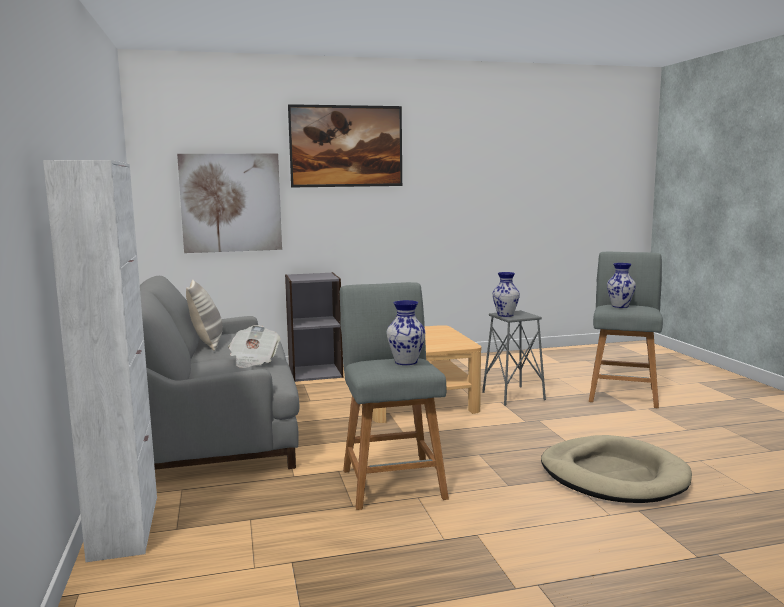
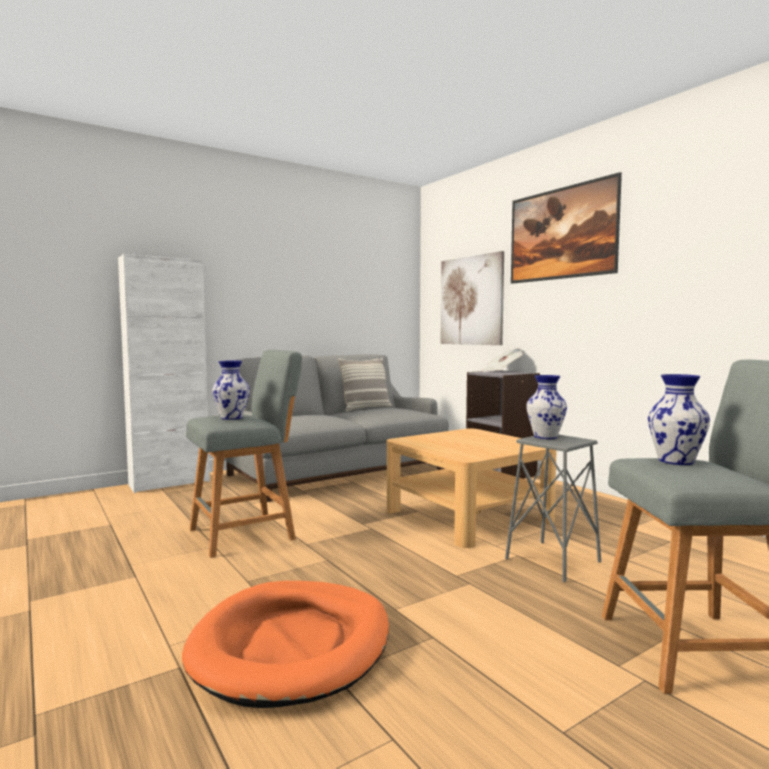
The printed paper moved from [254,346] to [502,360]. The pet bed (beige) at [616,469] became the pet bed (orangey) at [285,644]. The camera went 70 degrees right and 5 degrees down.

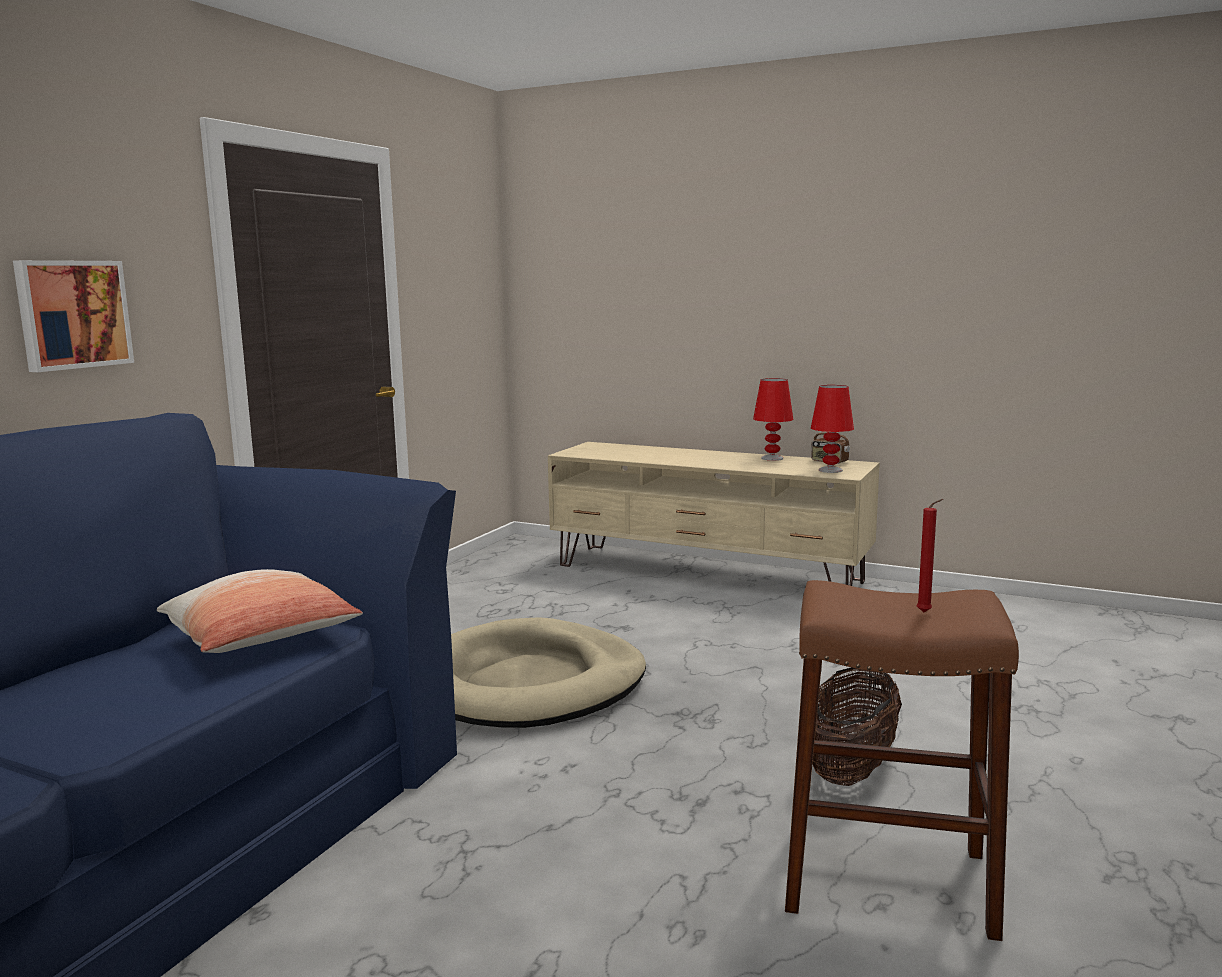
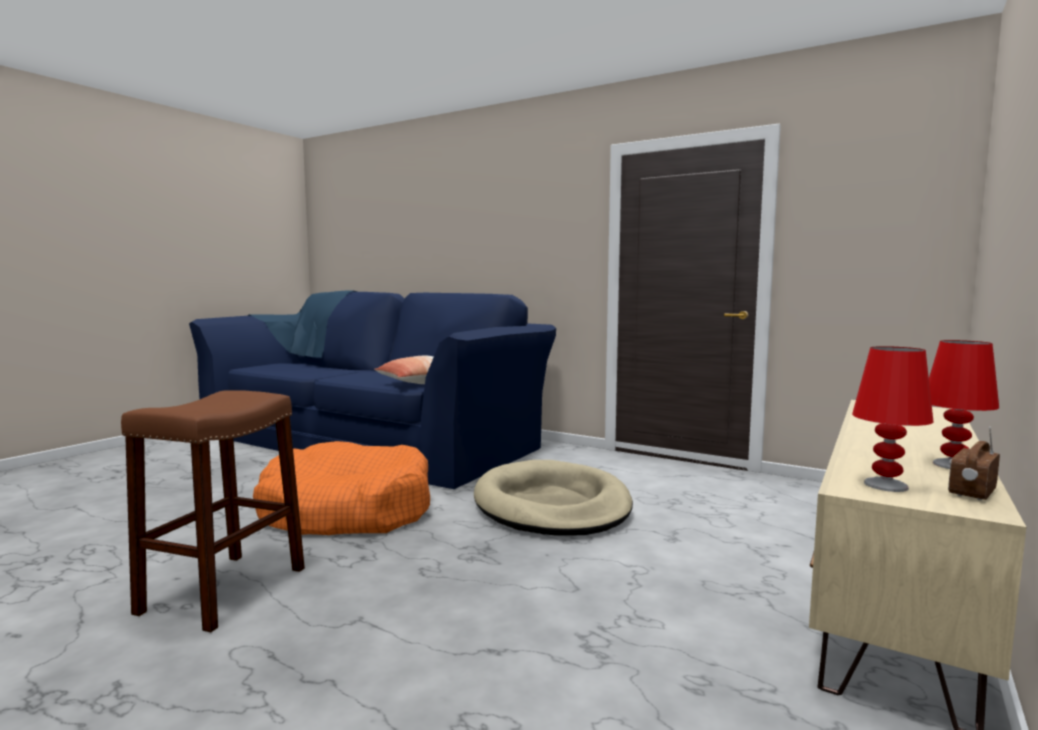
The wall art at [73,316] disappeared. The basket at [857,726] disappeared. The wax candle (reddish) at [929,555] disappeared. The pet bed (orangey) at [341,488] appeared. The camera went 95 degrees right and 5 degrees down.

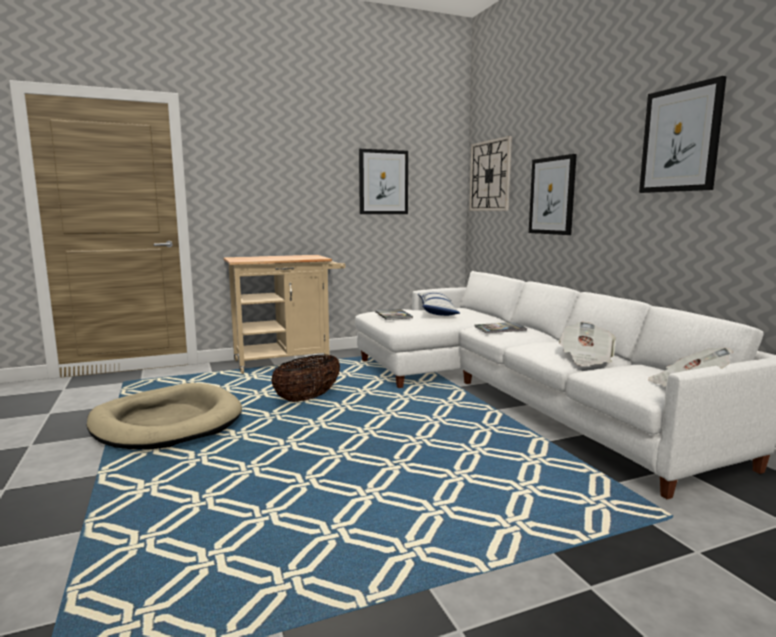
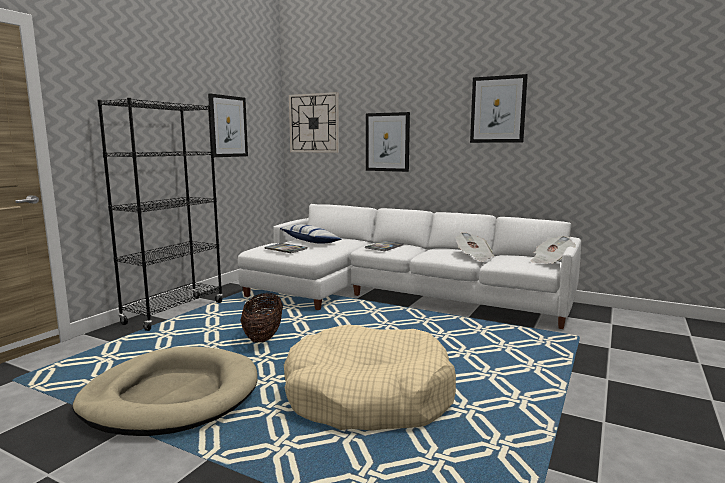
The pet bed (beige) at [370,378] appeared. The wheeled cart (beige) at [285,314] was replaced by the bookshelf (blackish) at [160,214]. The camera went 40 degrees left and 0 degrees up.

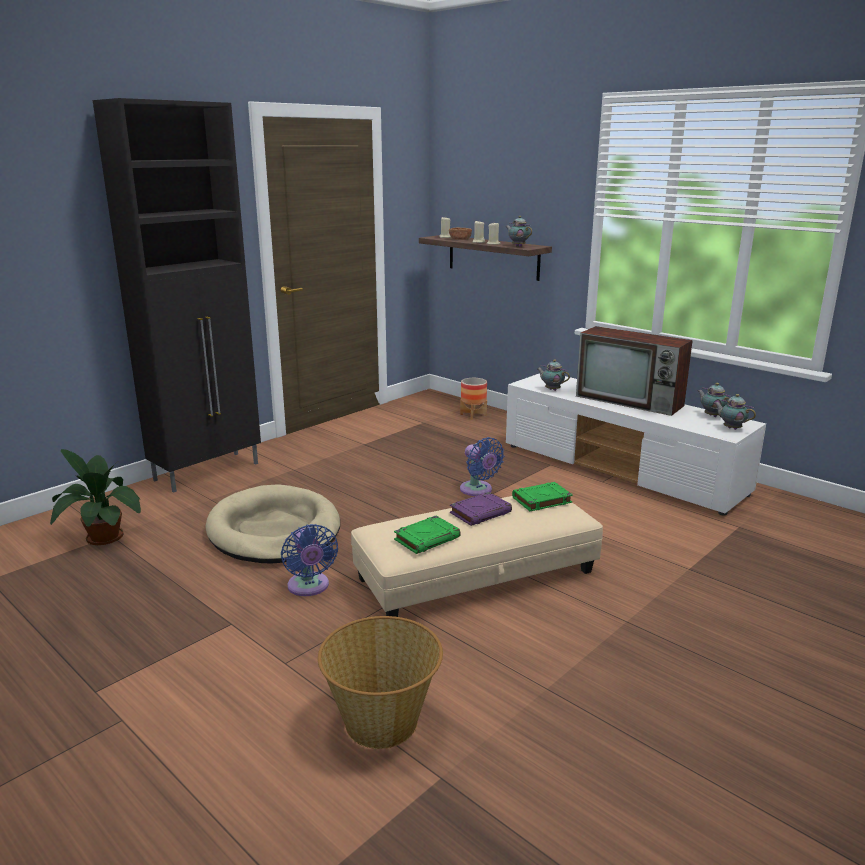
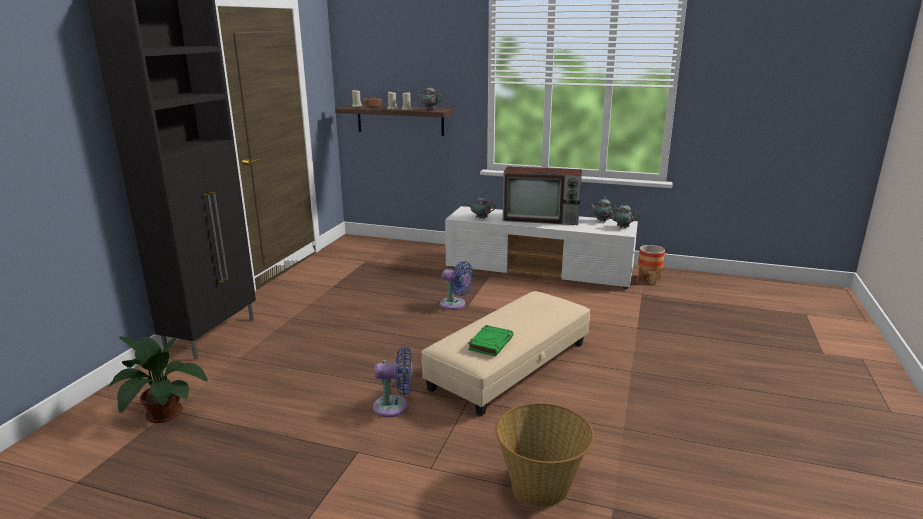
The pet bed (beige) at [272,524] disappeared. The volume (purple) at [481,509] disappeared. The volume (green-coloured) at [542,496] disappeared. The plant pot moved from [473,399] to [651,265]. The fan (blue-coloured) at [309,560] turned 45 degrees counterclockwise. The camera went 25 degrees left and 0 degrees up.

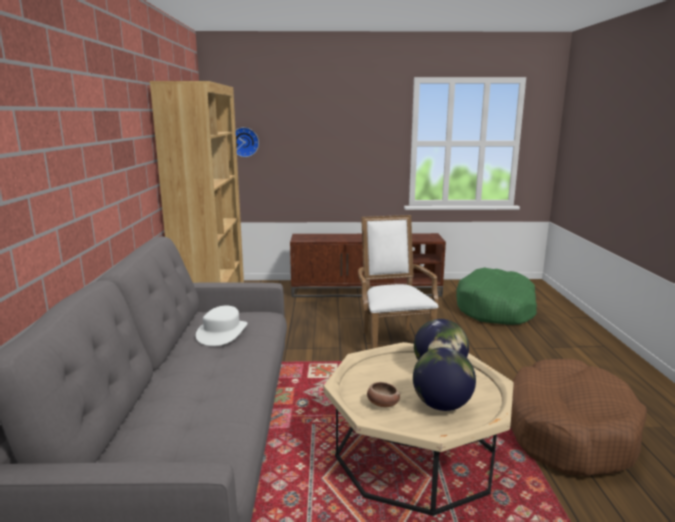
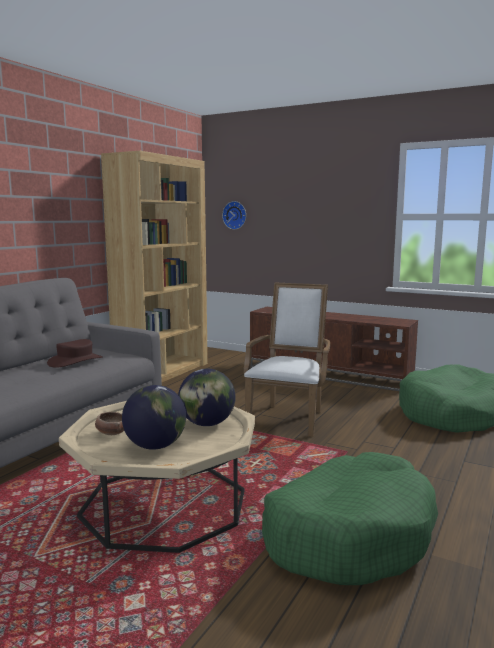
The clothing hat (whitish) at [221,326] became the clothing hat (brown-coloured) at [75,353]. The pet bed (brown-coloured) at [578,417] became the pet bed (green-coloured) at [350,518]. The camera went 30 degrees right and 5 degrees down.

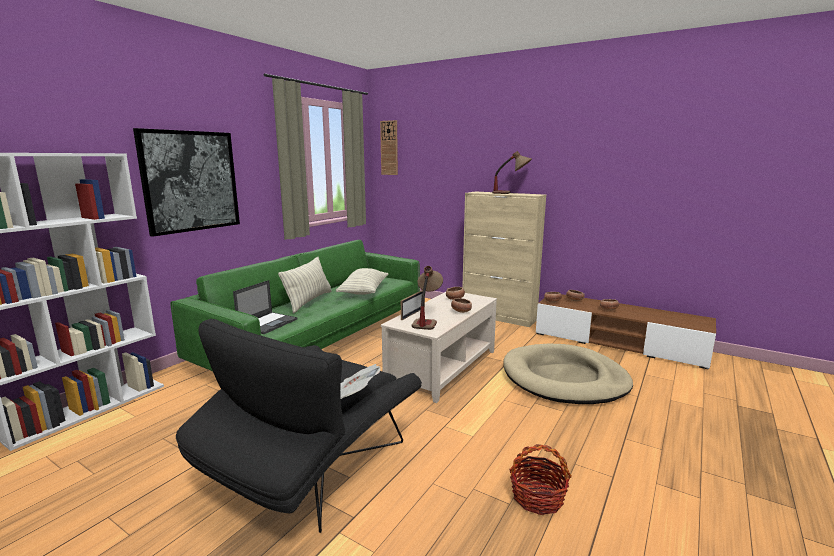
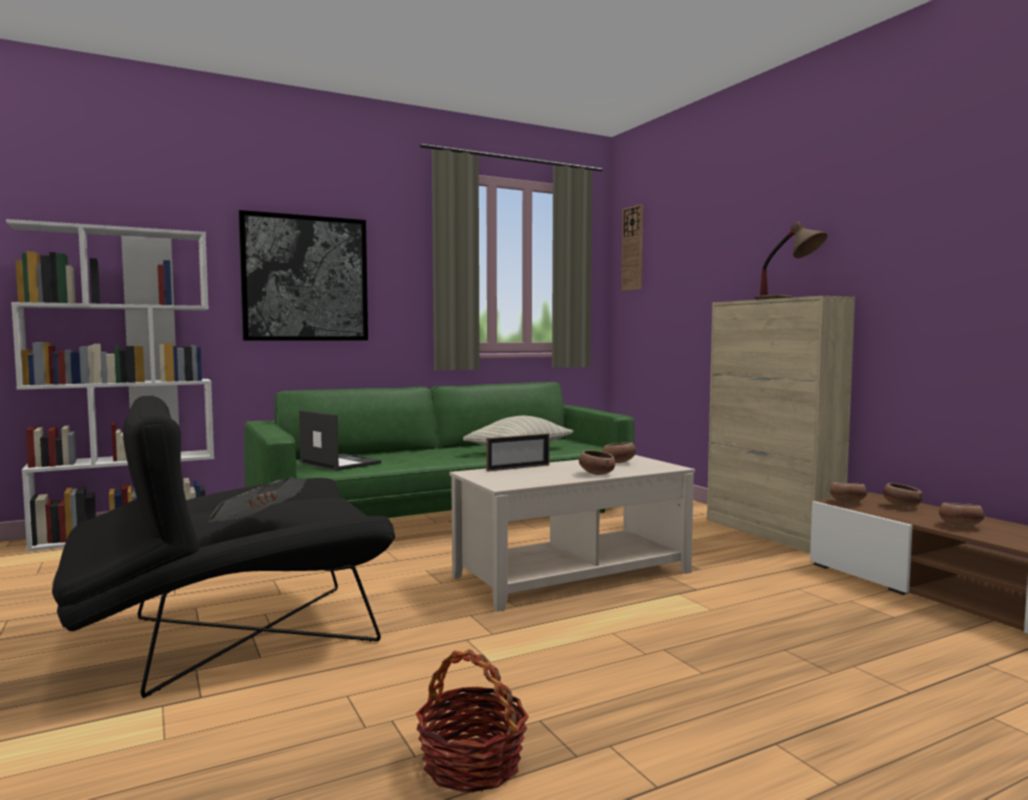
The cushion at [305,285] disappeared. The lamp for a table at [427,298] disappeared. The pet bed (beige) at [568,374] disappeared. The portable computer at [265,307] turned 105 degrees counterclockwise. The camera went 30 degrees right and 10 degrees down.

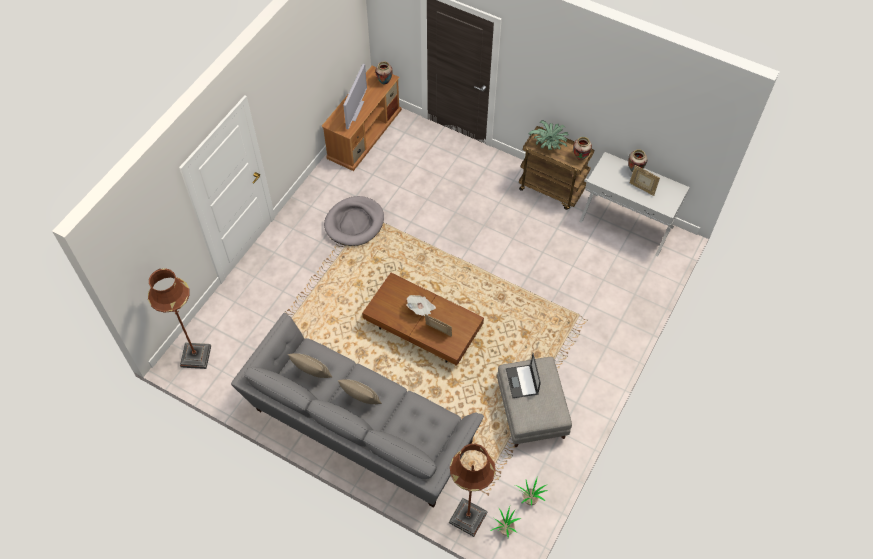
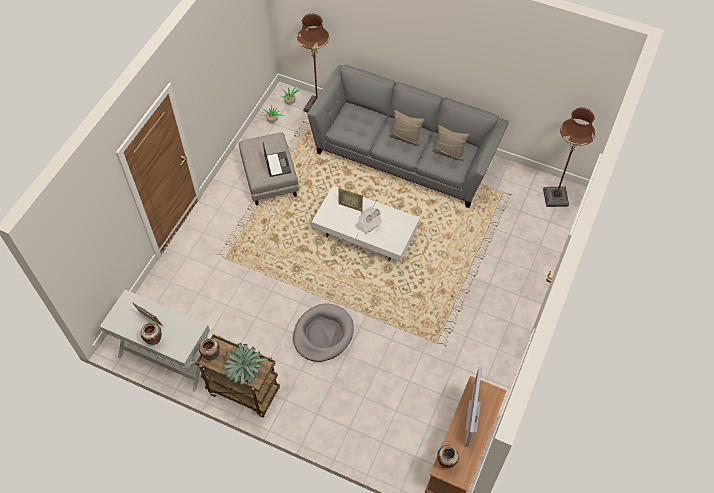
The pet bed (gray) moved from [354,221] to [323,332]. The lounge table (brown-coloured) at [423,319] became the lounge table (whitish) at [366,223]. The camera went 175 degrees right and 0 degrees up.

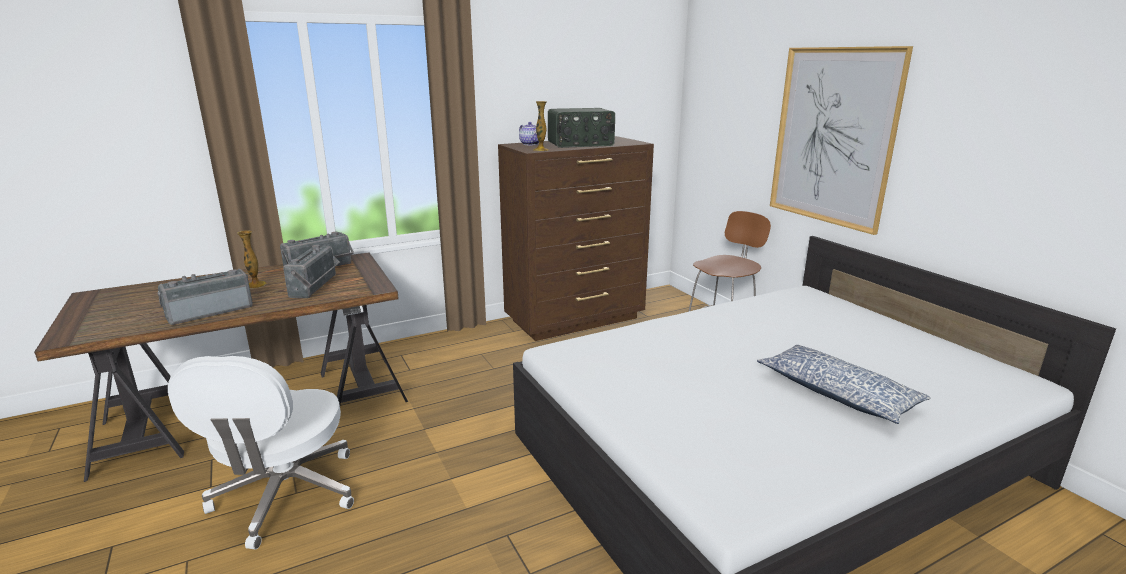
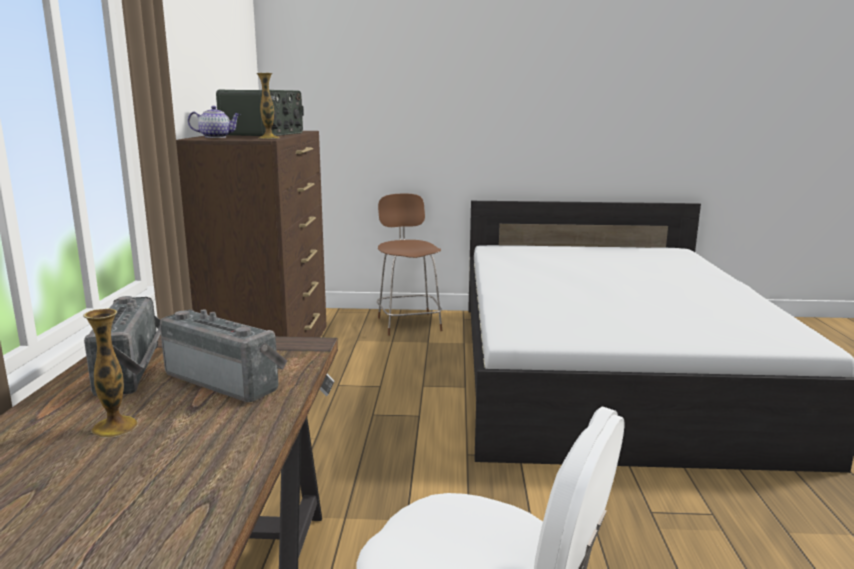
The radio at [205,297] disappeared. The cushion at [844,384] disappeared. The wall art at [841,140] disappeared. The camera went 60 degrees left and 5 degrees down.

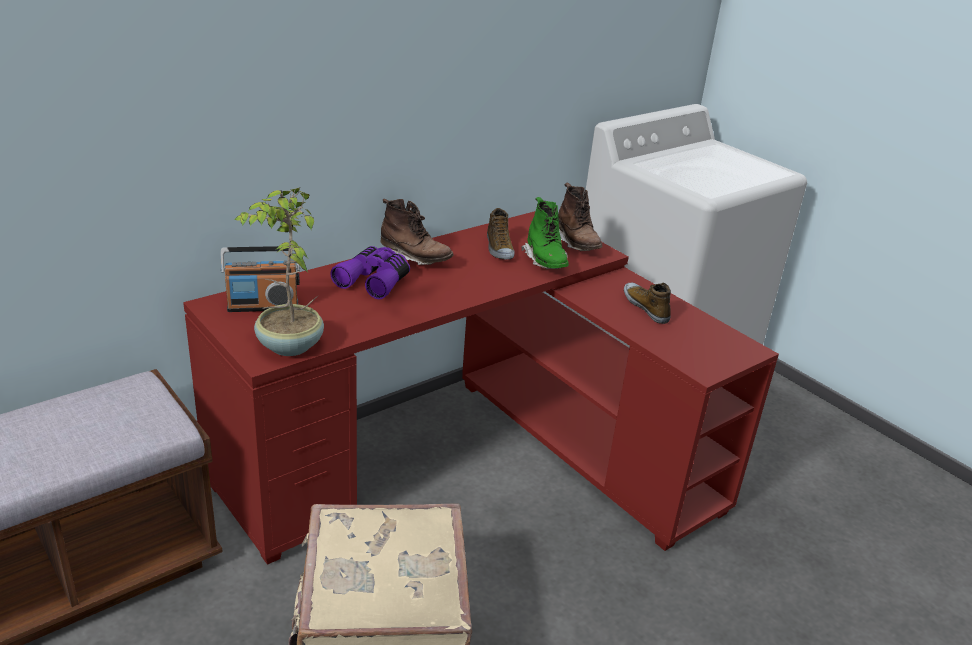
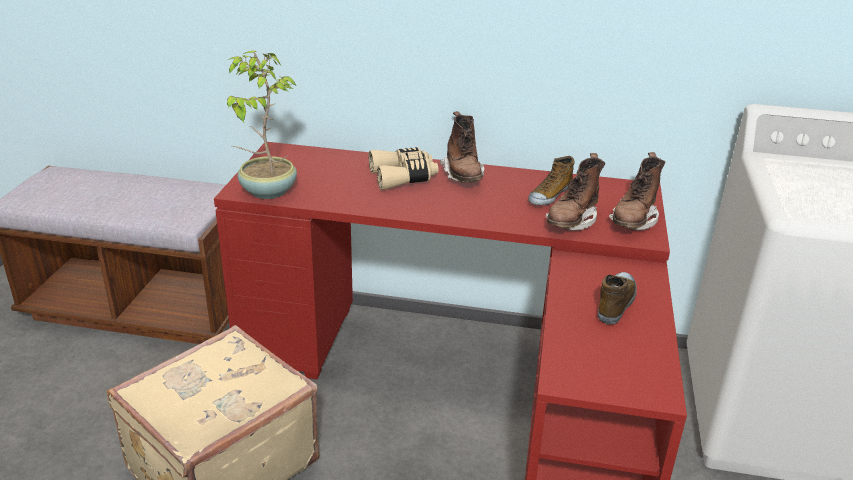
The radio at [260,279] disappeared. The field glasses (purple) at [370,272] became the field glasses (beige) at [403,168]. The tall boot (green-coloured) at [545,233] became the tall boot (brown-coloured) at [575,192]. The camera went 50 degrees right and 0 degrees up.

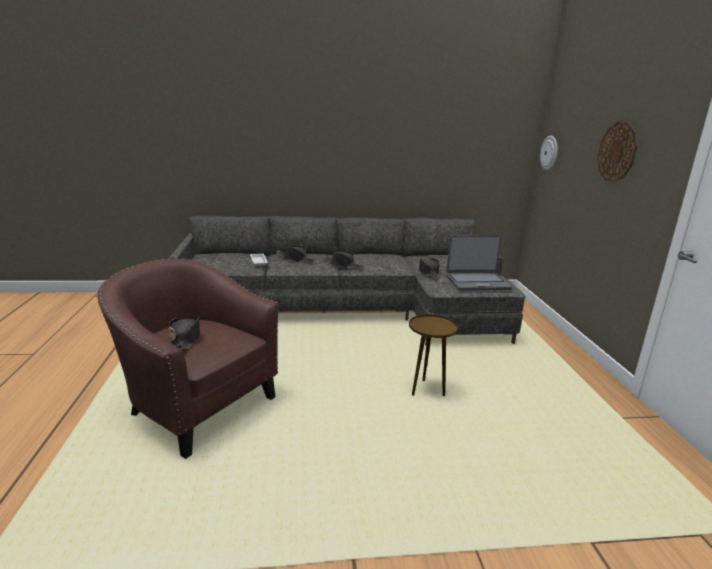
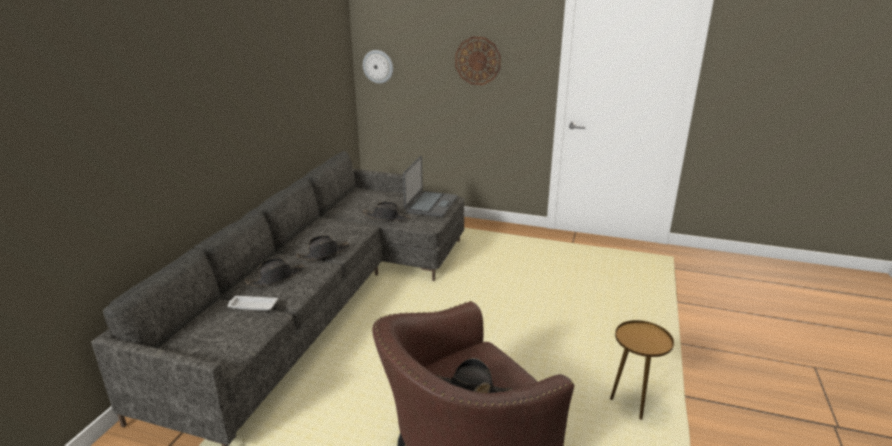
The accent table (brown-coloured) moved from [433,355] to [642,370]. The camera went 65 degrees left and 5 degrees up.

